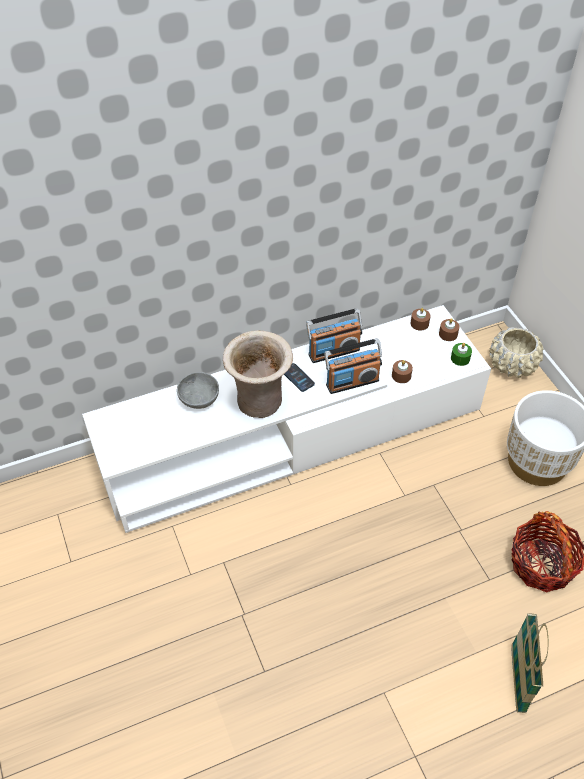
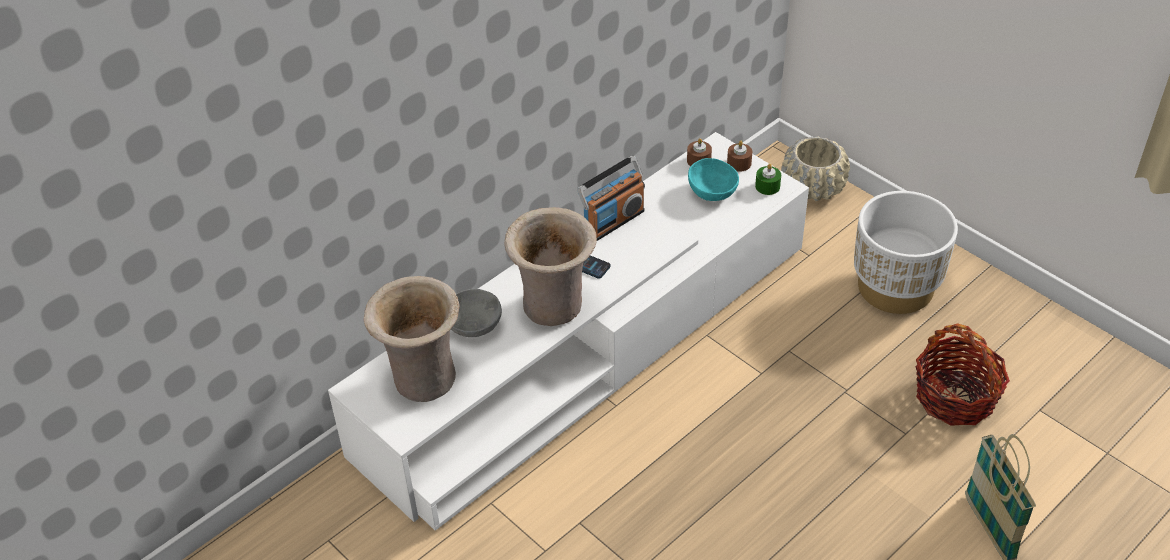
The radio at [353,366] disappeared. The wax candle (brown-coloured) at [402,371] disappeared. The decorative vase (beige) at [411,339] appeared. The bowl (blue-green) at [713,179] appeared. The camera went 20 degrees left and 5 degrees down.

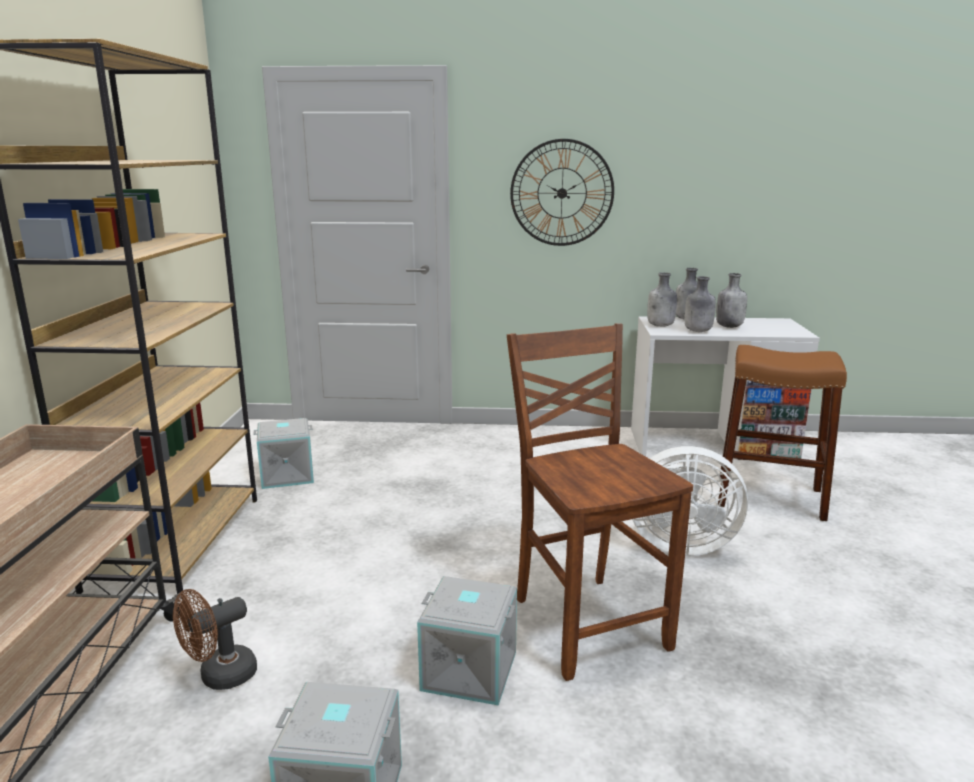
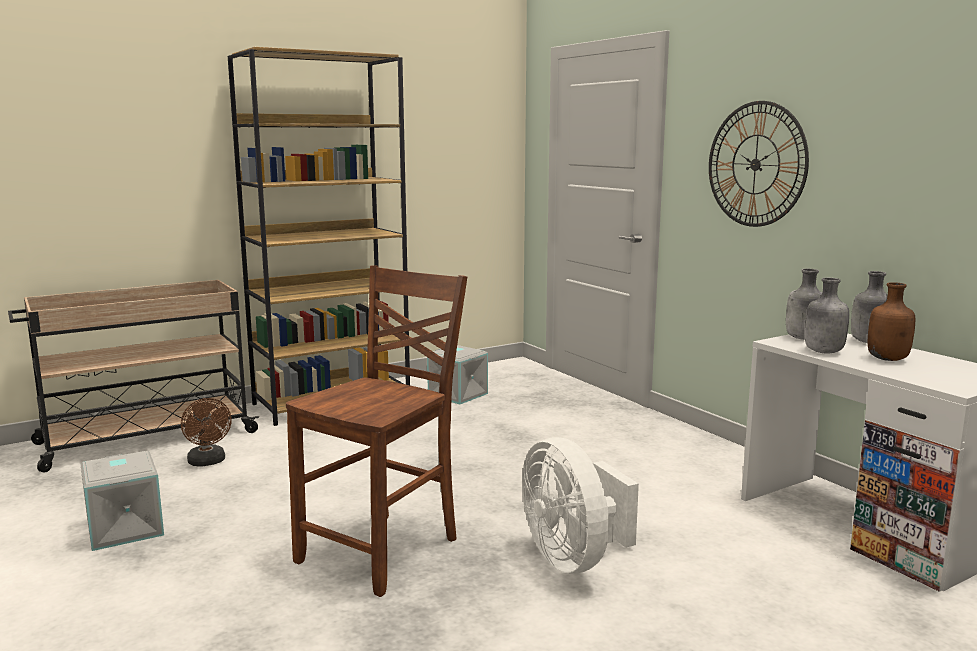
The storage bin (gray) at [467,641] disappeared. The sitting stool (brown-coloured) at [782,433] disappeared. The drink bottle (gray) at [731,300] became the drink bottle (brown-coloured) at [891,321]. The fan (brown-coloured) at [215,639] turned 135 degrees counterclockwise. The camera went 55 degrees right and 5 degrees down.

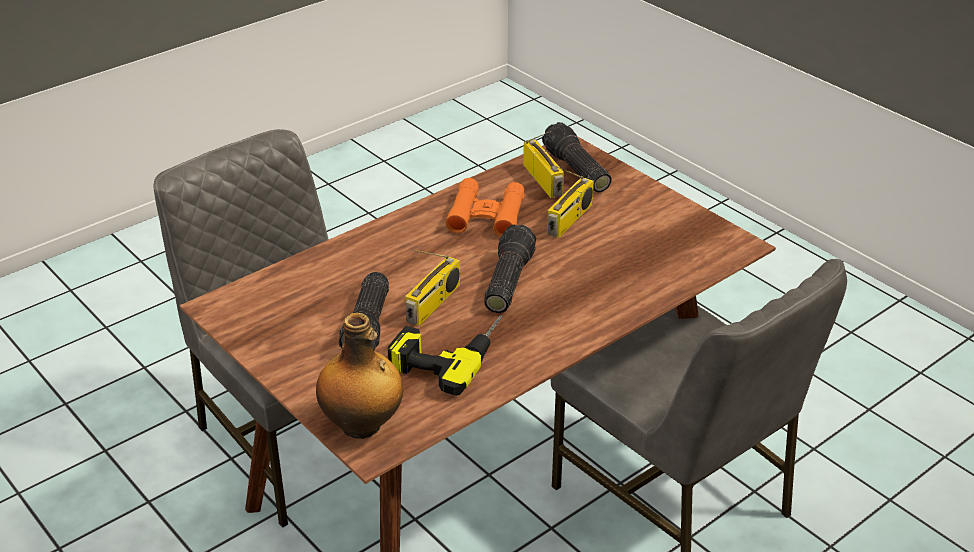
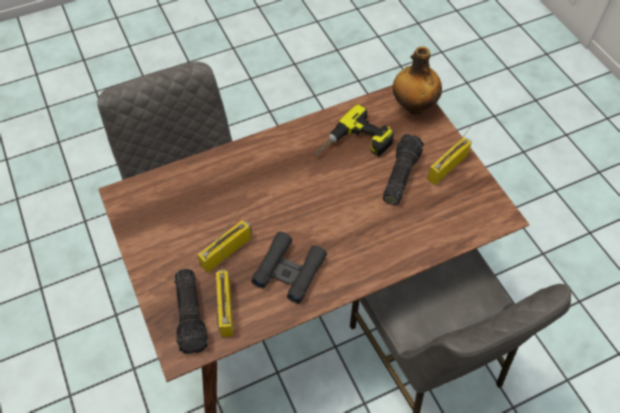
The hand torch at [510,268] disappeared. The radio moved from [432,287] to [449,155]. The field glasses (orangey) at [484,207] became the field glasses (blackish) at [289,268]. The camera went 165 degrees left and 20 degrees up.

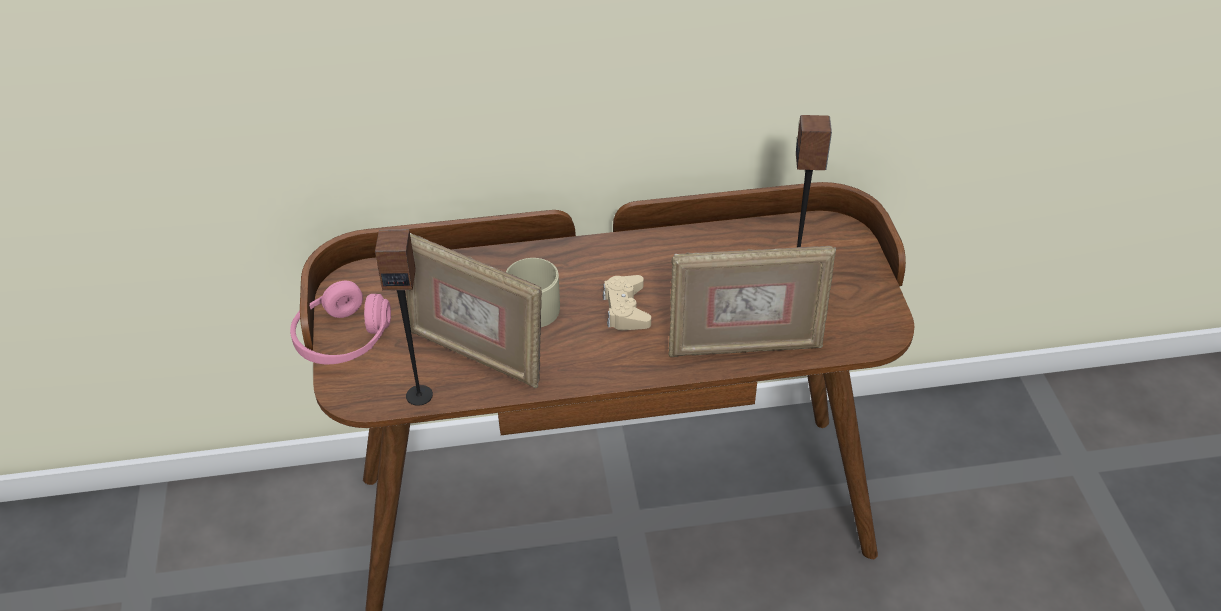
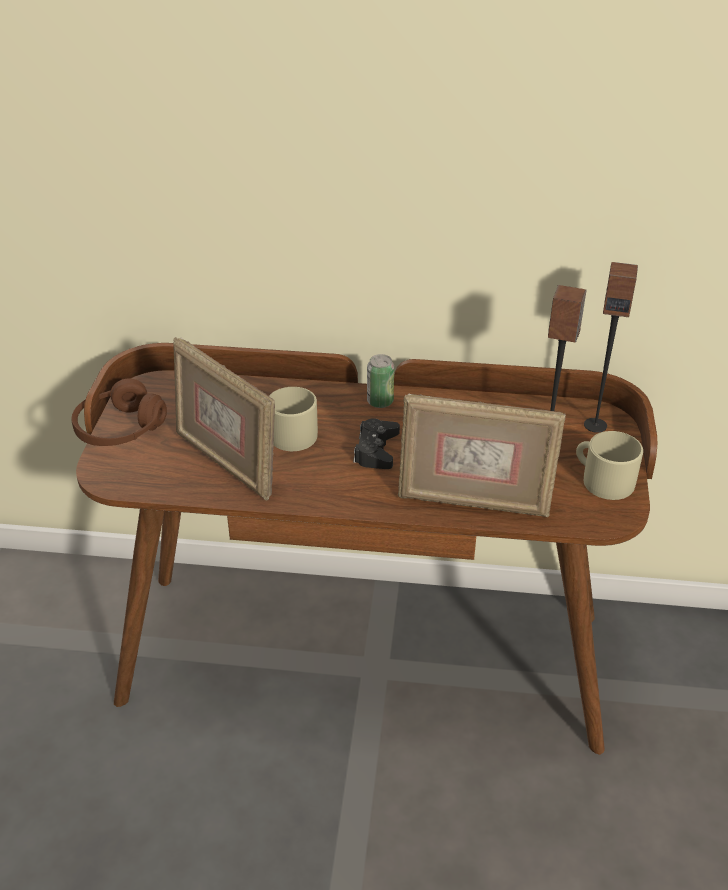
The metal can at [380,381] appeared. The coffee mug (beige) at [609,465] appeared. The speaker moved from [404,318] to [611,347]. The headset (pink) at [340,323] became the headset (brown-coloured) at [119,412]. The game controller (beige) at [627,302] became the game controller (blackish) at [376,443]. The camera went 15 degrees right and 5 degrees down.

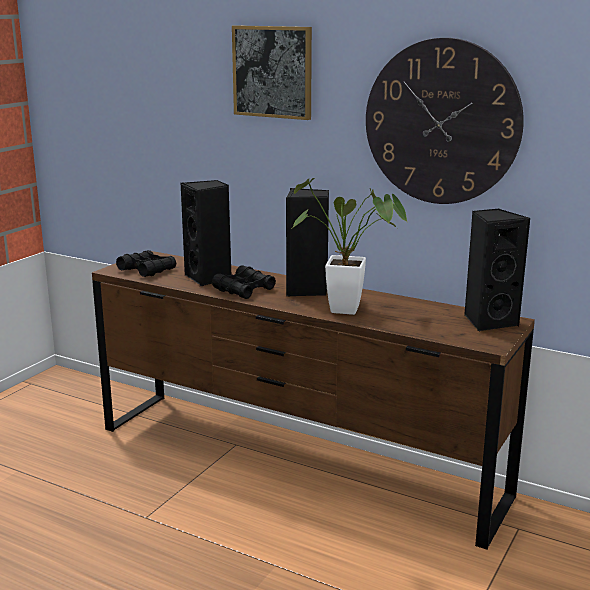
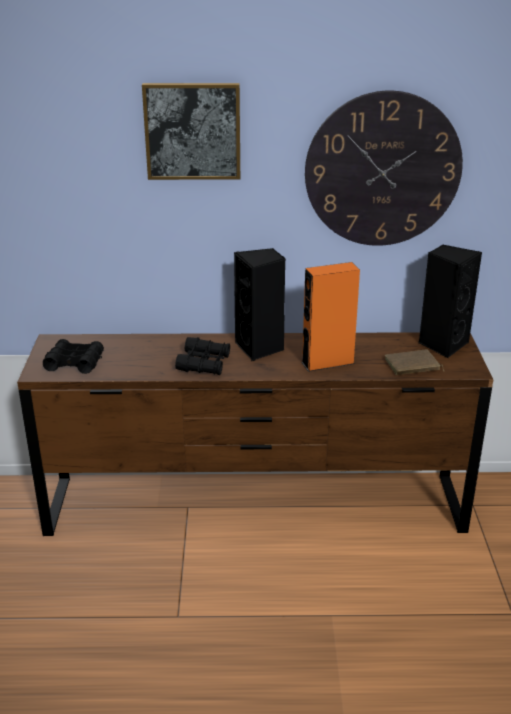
The speaker (blackish) at [206,233] disappeared. The volume (brown-coloured) at [414,362] appeared. The houseplant at [349,246] was replaced by the speaker (orangey) at [330,317]. The camera went 30 degrees left and 10 degrees up.

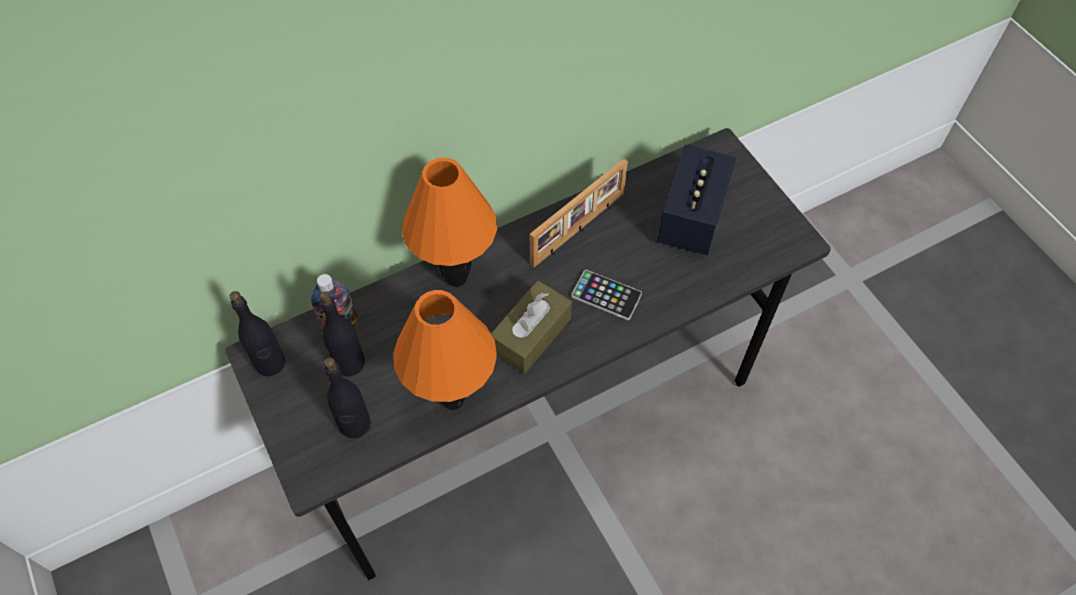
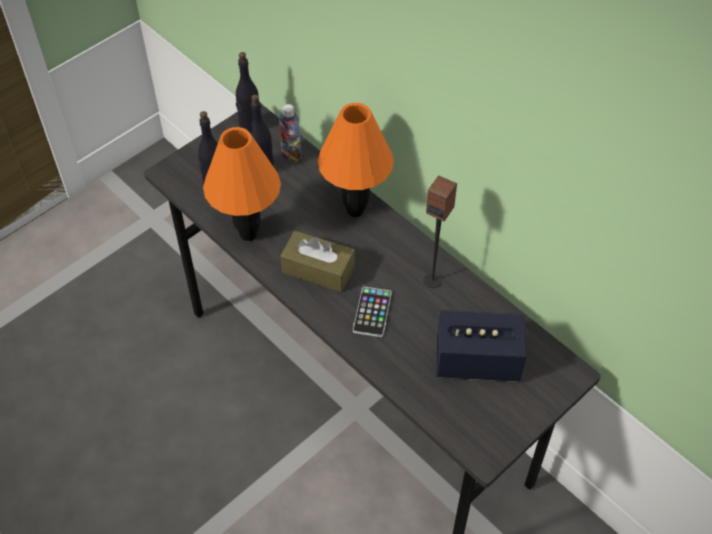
The standing frame at [579,213] was replaced by the speaker at [440,232]. The camera went 75 degrees right and 5 degrees down.

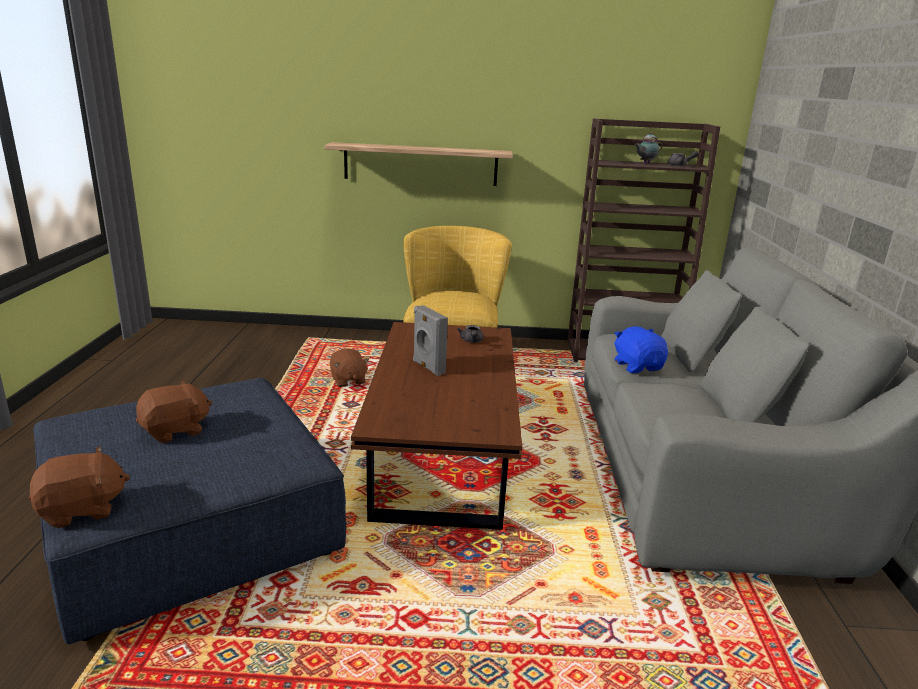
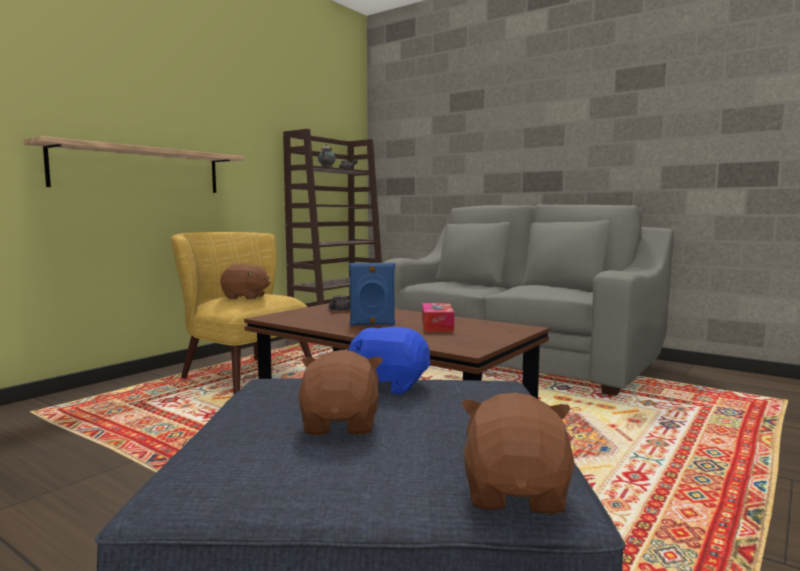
The tissue box at [438,317] appeared. The cuddly toy (brown-coloured) moved from [349,367] to [245,282]. The cuddly toy (blue-coloured) moved from [641,349] to [388,360]. The speaker (gray) at [430,340] became the speaker (blue-coloured) at [372,294]. The camera went 55 degrees left and 15 degrees down.

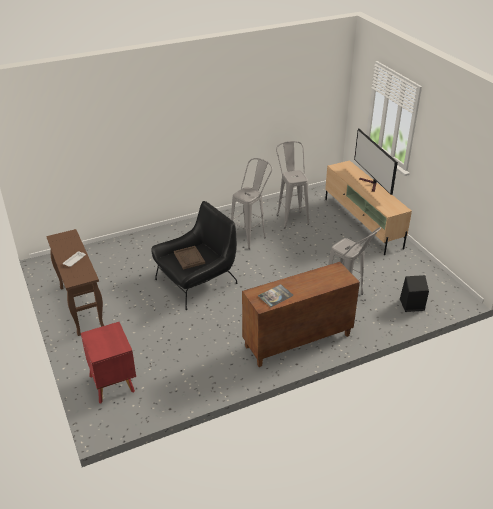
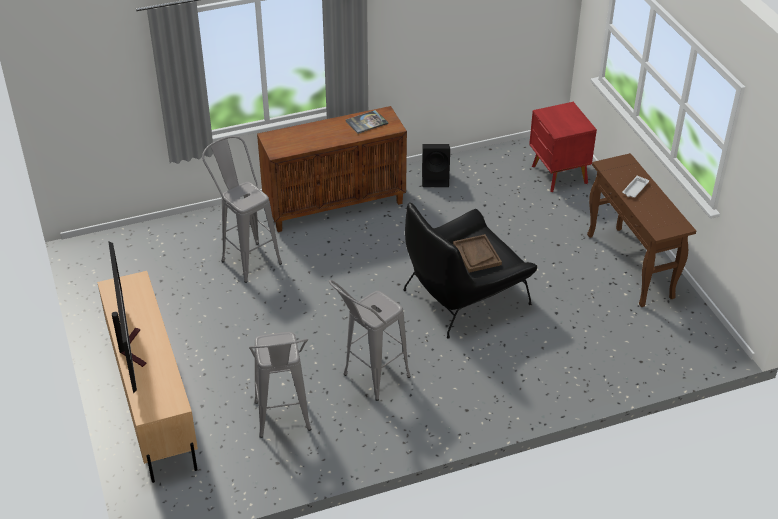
The speaker (blackish) moved from [414,293] to [436,165]. The camera went 175 degrees left and 5 degrees up.

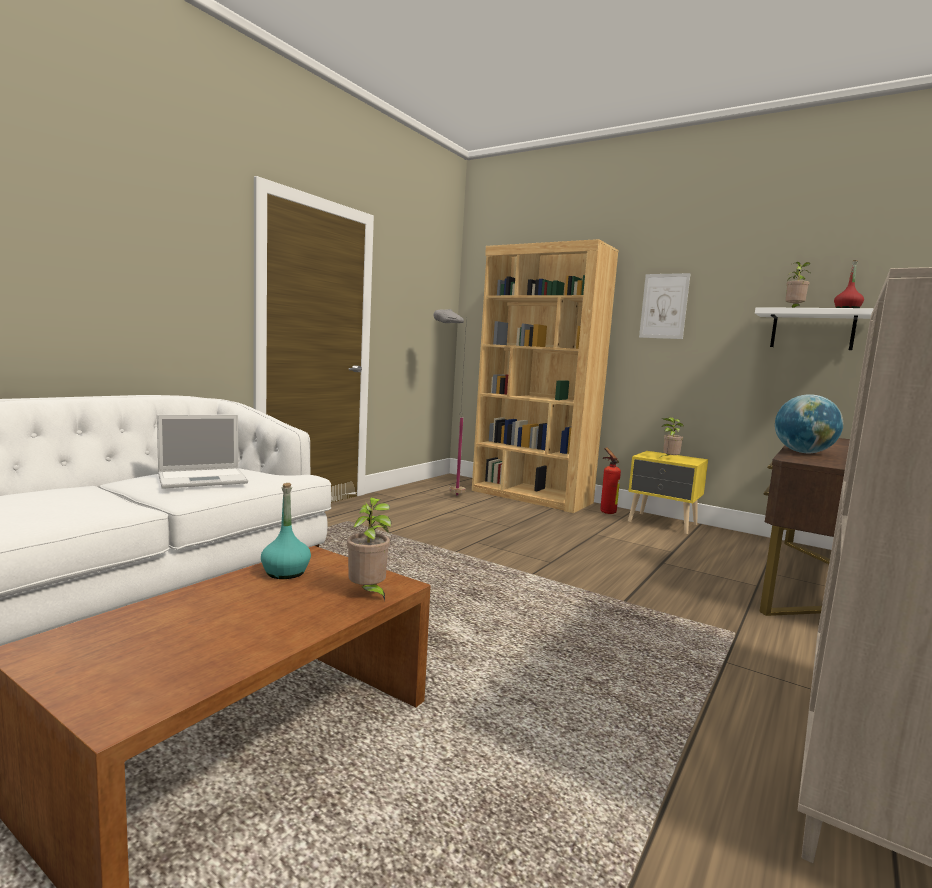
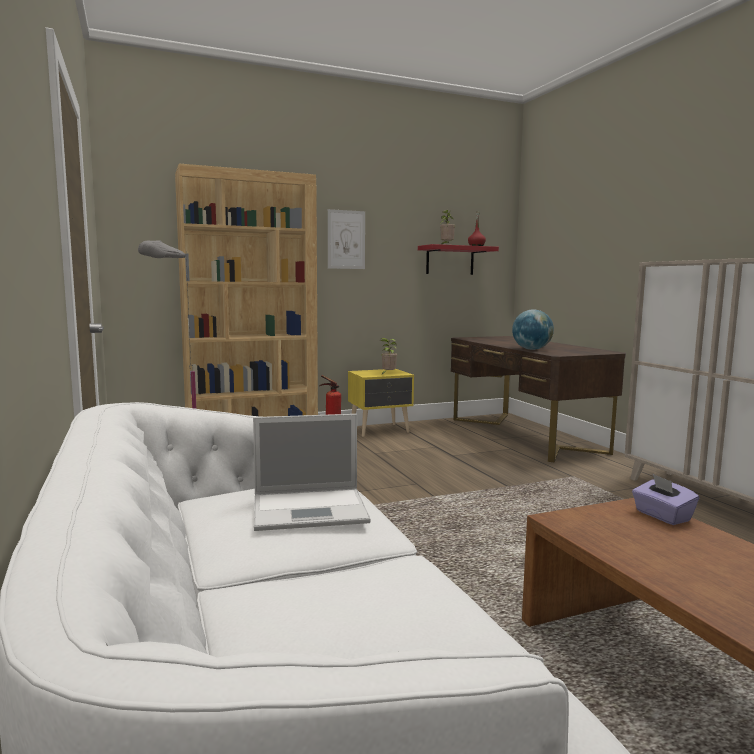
The drink bottle (blue-green) at [286,531] disappeared. The houseplant at [369,549] was replaced by the tissue box (purple) at [665,499]. The bracket shelf (whitish) at [814,328] became the bracket shelf (reddish) at [458,259]. The portable computer at [202,452] turned 75 degrees clockwise. The camera went 55 degrees left and 0 degrees up.

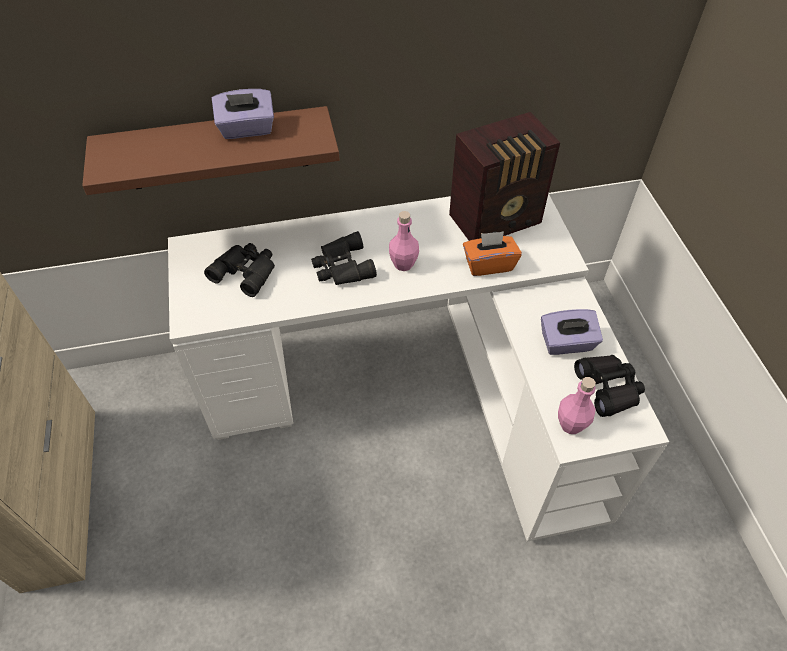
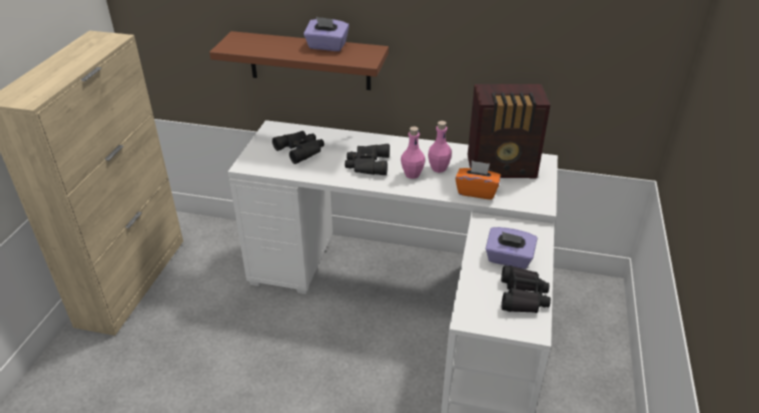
The drink bottle (pink) moved from [577,405] to [440,147]. The camera went 25 degrees right and 15 degrees down.

